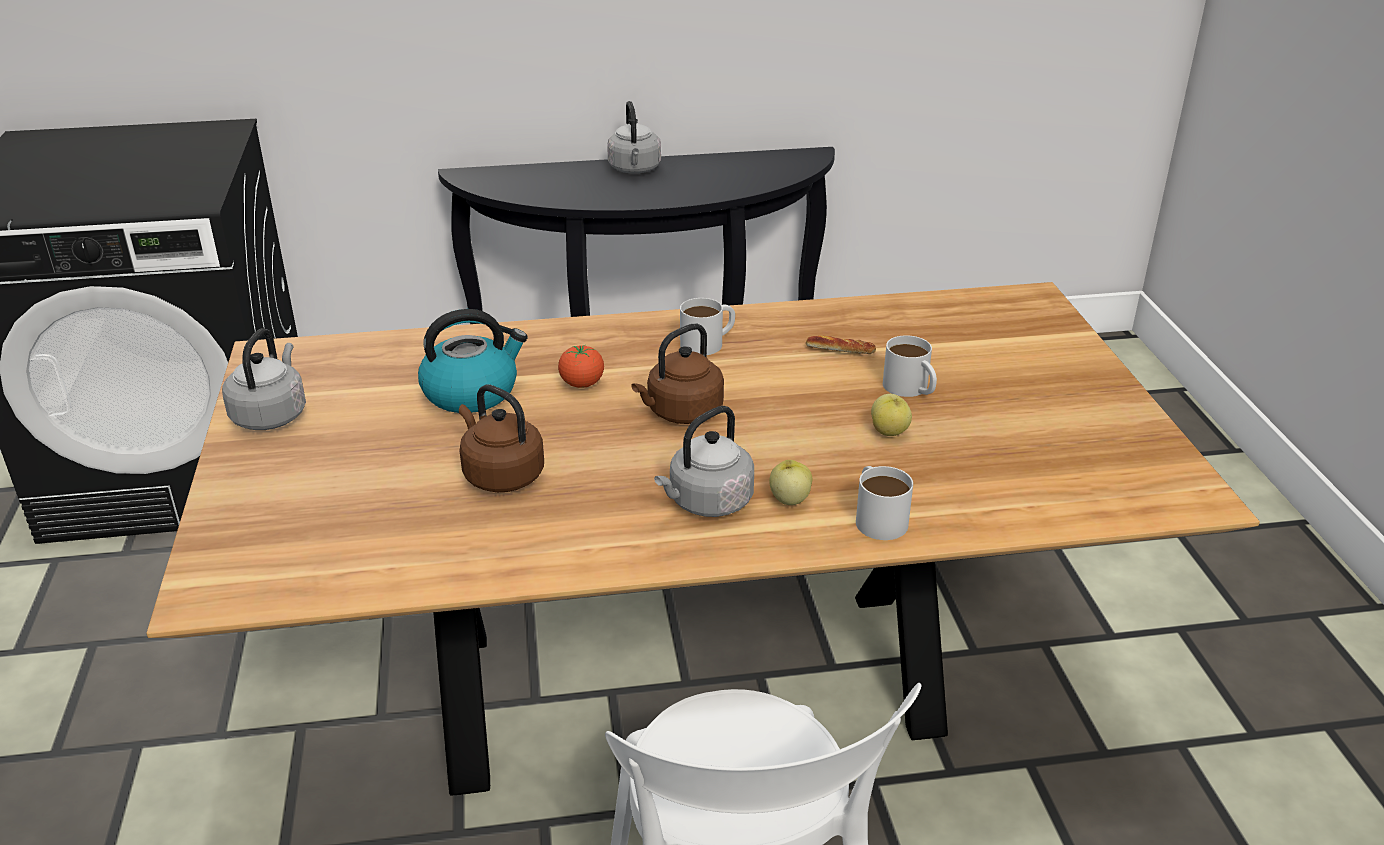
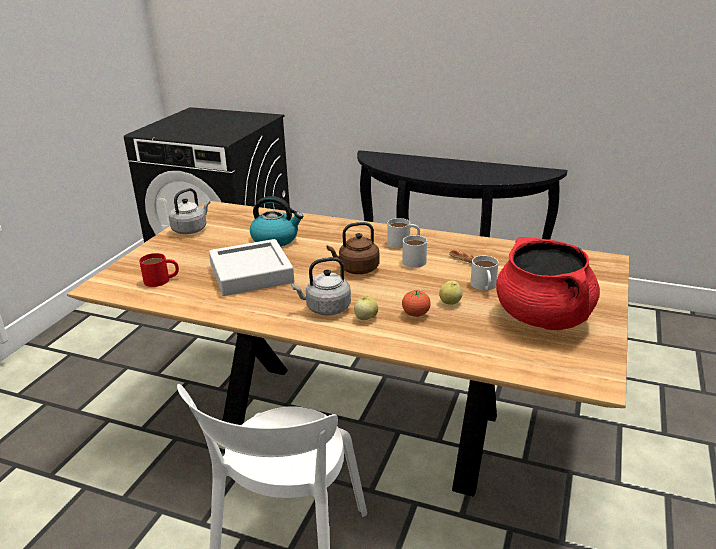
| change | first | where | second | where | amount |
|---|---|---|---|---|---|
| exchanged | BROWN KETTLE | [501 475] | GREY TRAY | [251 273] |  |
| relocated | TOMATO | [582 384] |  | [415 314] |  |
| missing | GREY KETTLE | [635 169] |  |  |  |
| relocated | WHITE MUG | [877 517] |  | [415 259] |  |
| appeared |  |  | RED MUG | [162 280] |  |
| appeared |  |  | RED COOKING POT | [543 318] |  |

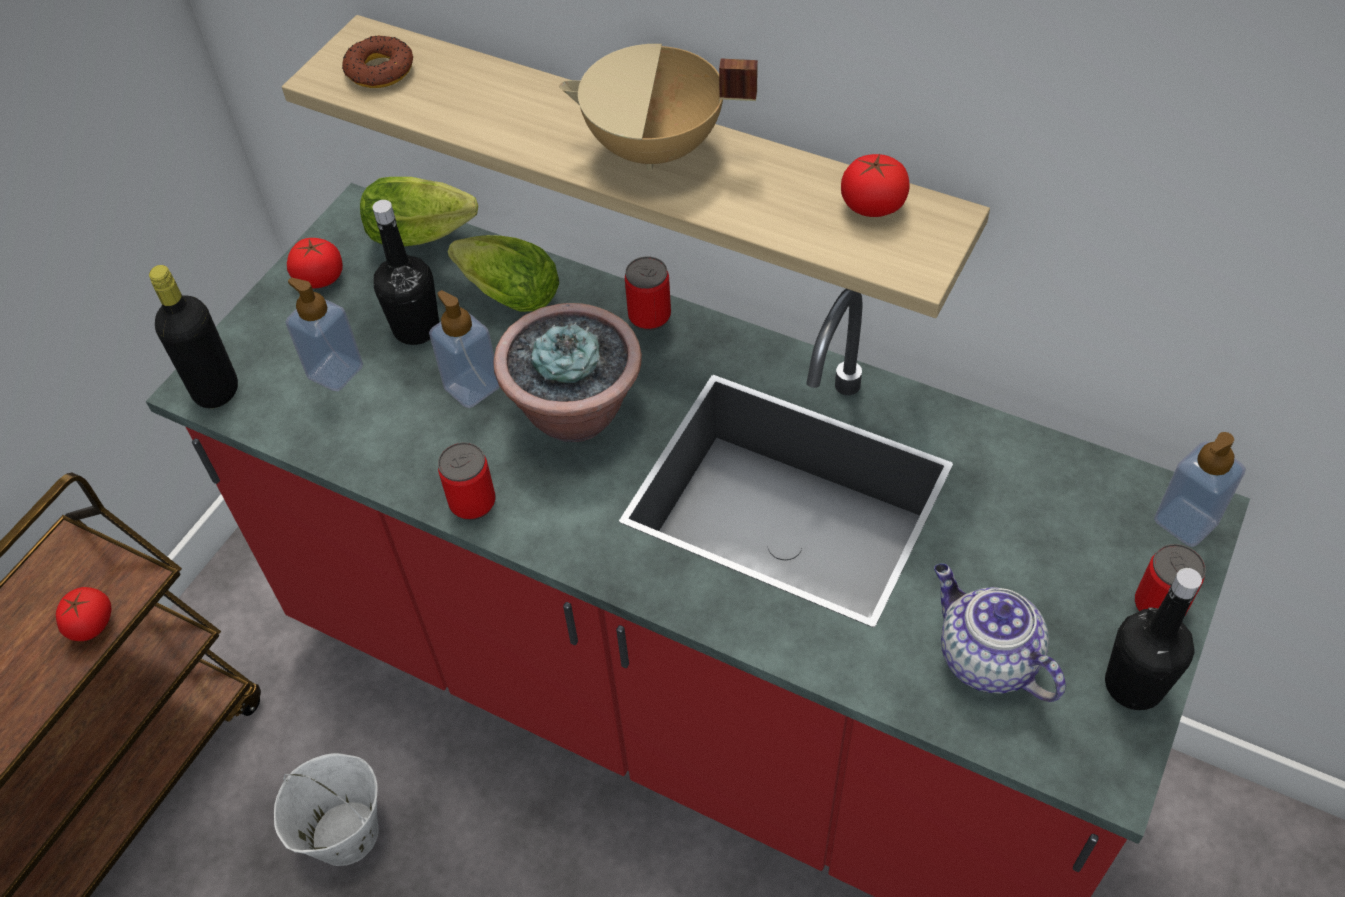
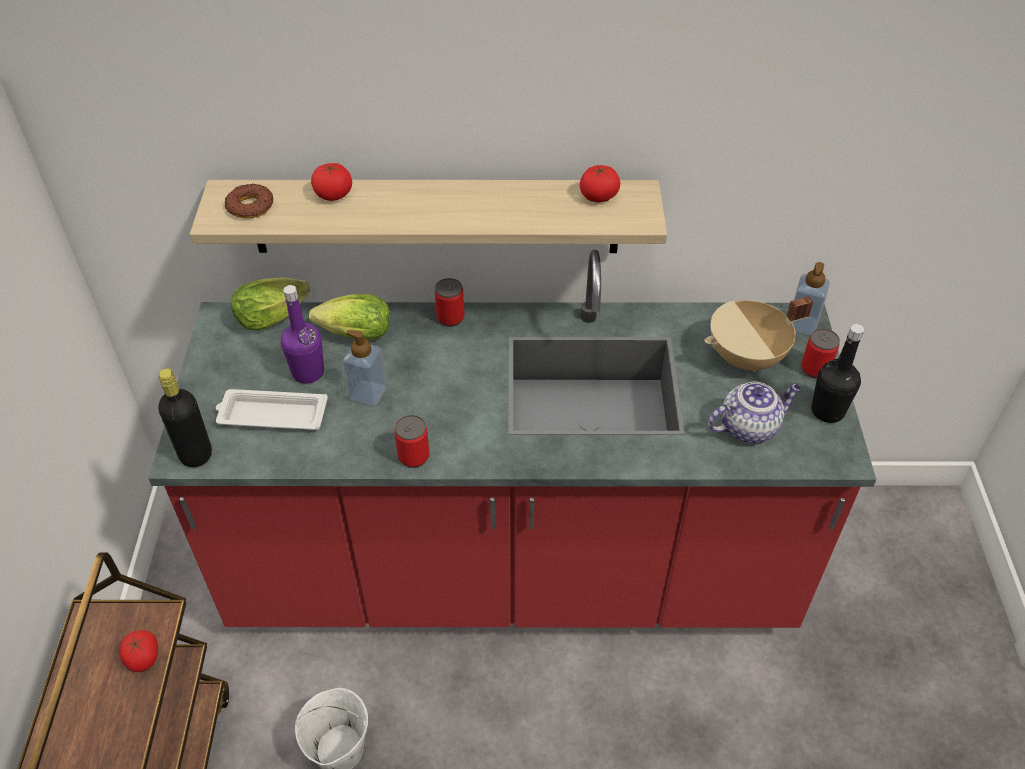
| change | first | where | second | where | amount |
|---|---|---|---|---|---|
| exchanged | SOAP DISPENSER | [335 372] | WHITE TRAY | [271 415] |  |
| relocated | TOMATO | [320 278] |  | [333 194] |  |
| colour | BLACK BOTTLE | [416 329] | PURPLE BOTTLE | [308 372] |  |
| missing | POTTED PLANT | [575 412] |  |  |  |
| relocated | BEIGE COOKING POT | [655 150] |  | [747 359] |  |
| spun | TEAPOT | [985 658] |  | [749 427] | 135 degrees clockwise |

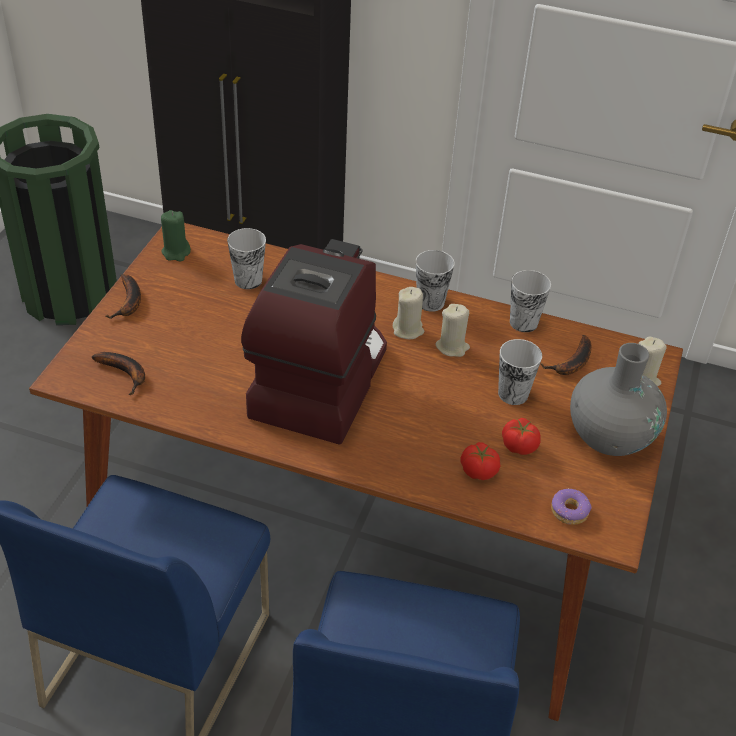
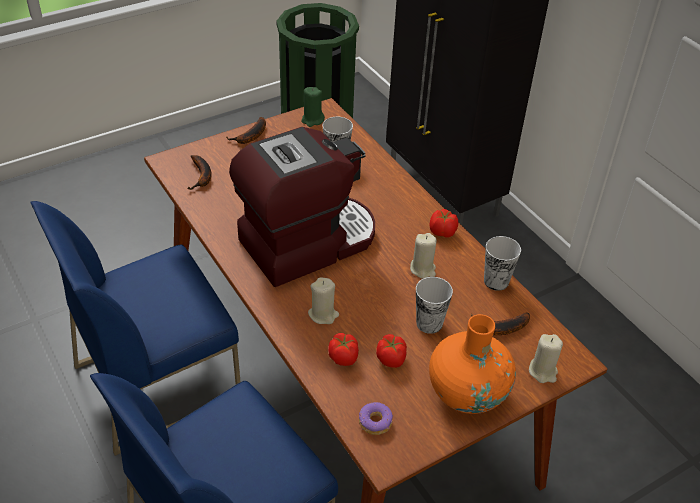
| change | first | where | second | where | amount |
|---|---|---|---|---|---|
| relocated | BEIGE CANDLE | [408 330] |  | [323 314] |  |
| exchanged | CUP | [430 302] | TOMATO | [443 232] |  |
| colour | GREY VASE | [609 436] | ORANGE VASE | [467 393] |  |

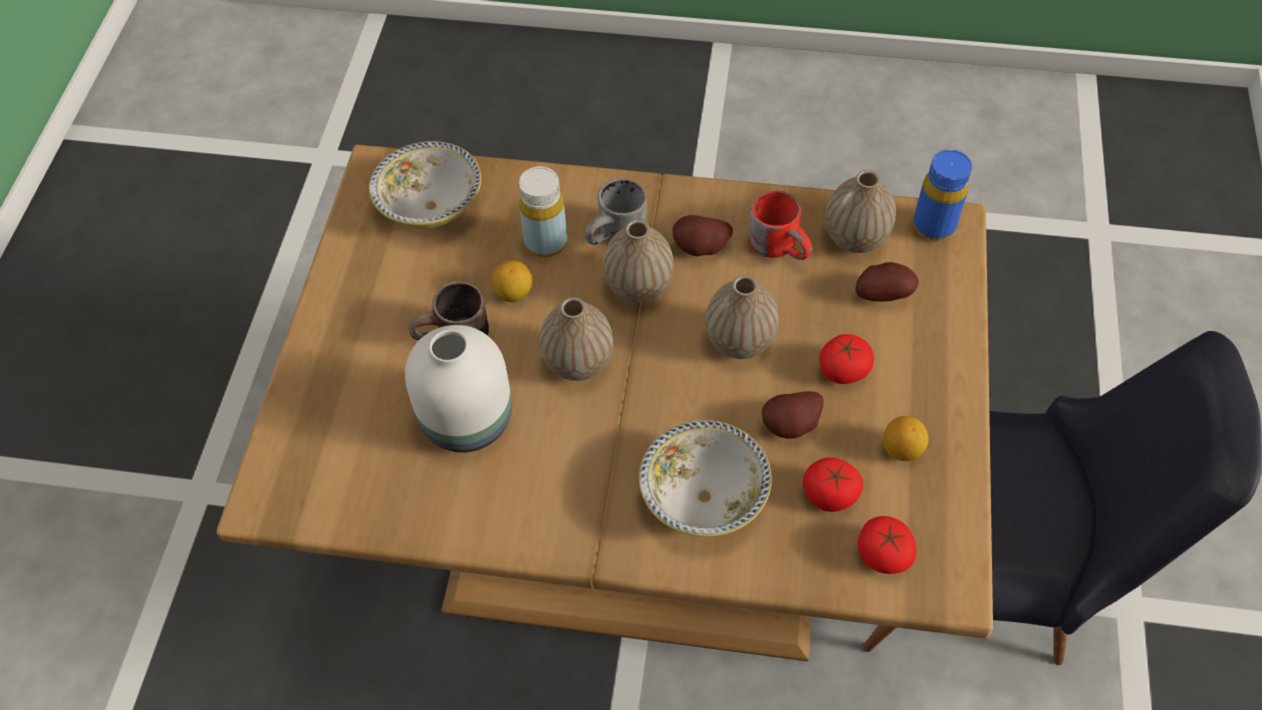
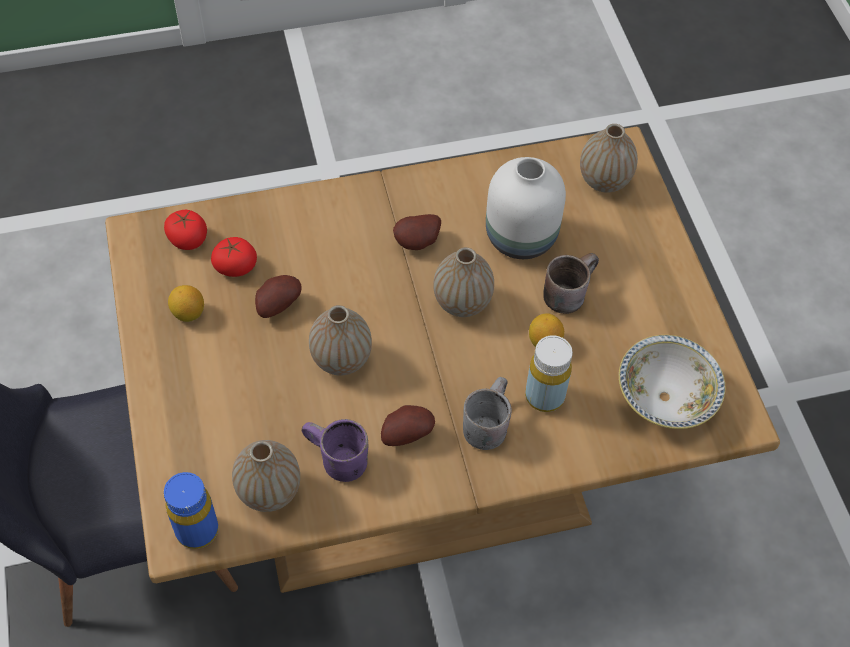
| change | first | where | second | where | amount |
|---|---|---|---|---|---|
| relocated | VASE | [638 287] |  | [604 181] |  |
| missing | BOWL | [703 496] |  |  |  |
| colour | RED MUG | [782 245] | PURPLE MUG | [334 461] |  |
| missing | TOMATO | [843 369] |  |  |  |
| relocated | POTATO | [882 293] |  | [418 243] |  |

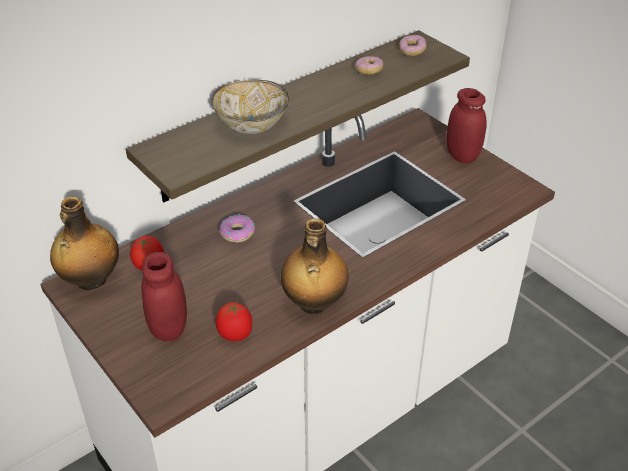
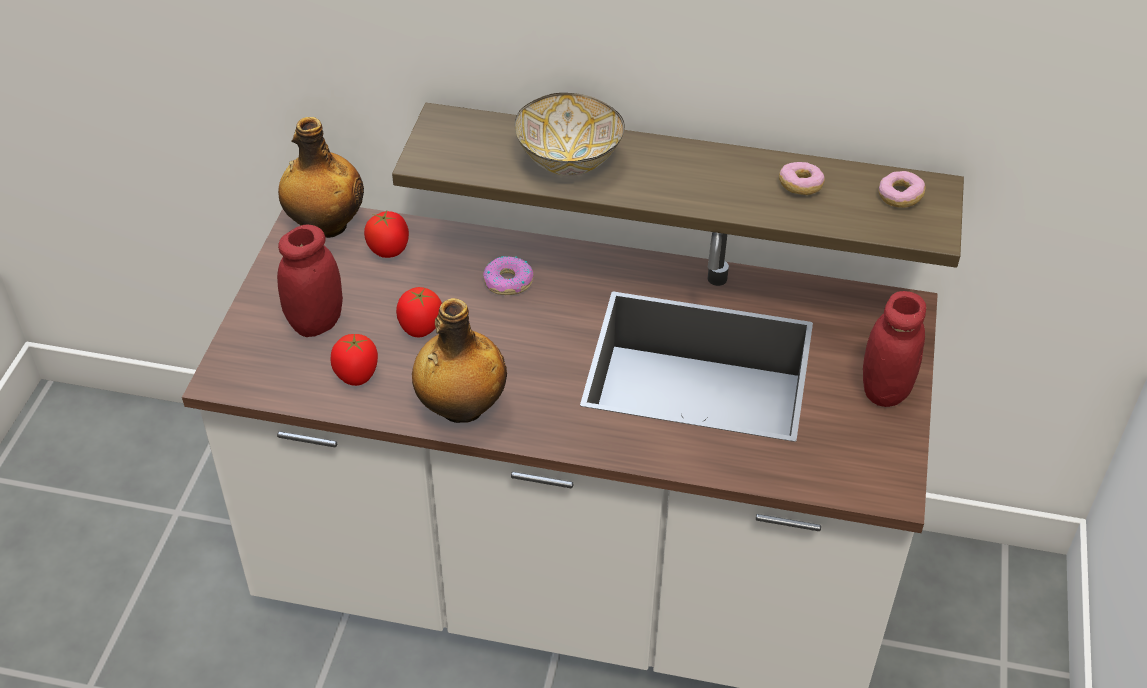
| change | first | where | second | where | amount |
|---|---|---|---|---|---|
| appeared |  |  | TOMATO | [420 328] |  |

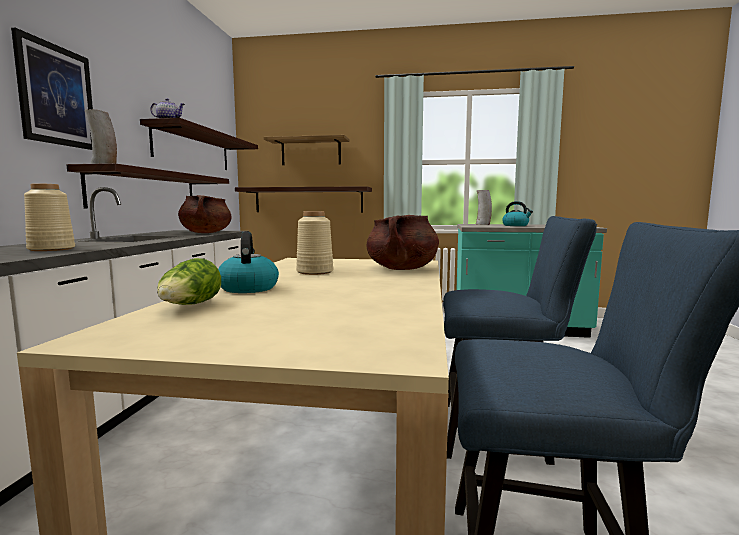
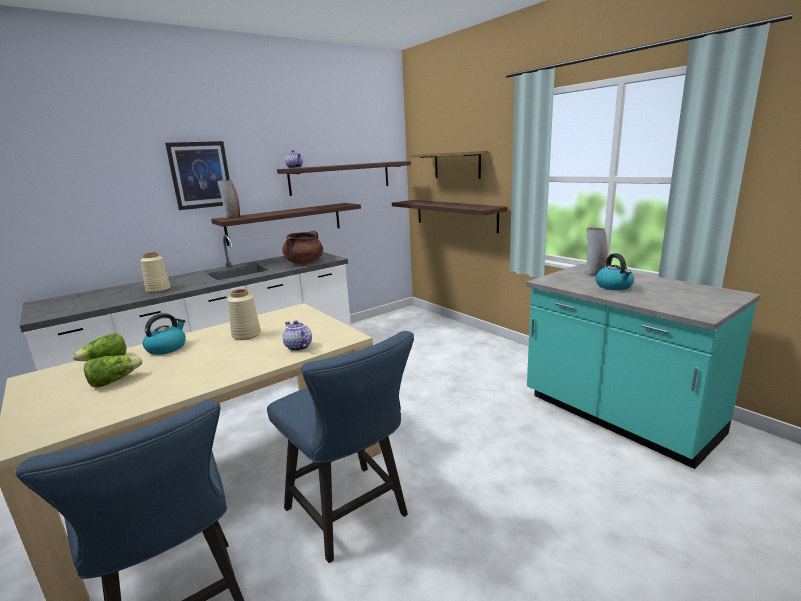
| change | first | where | second | where | amount |
|---|---|---|---|---|---|
| exchanged | BROWN COOKING POT | [402 269] | TEAPOT | [297 347] |  |
| appeared |  |  | LETTUCE | [114 381] |  |

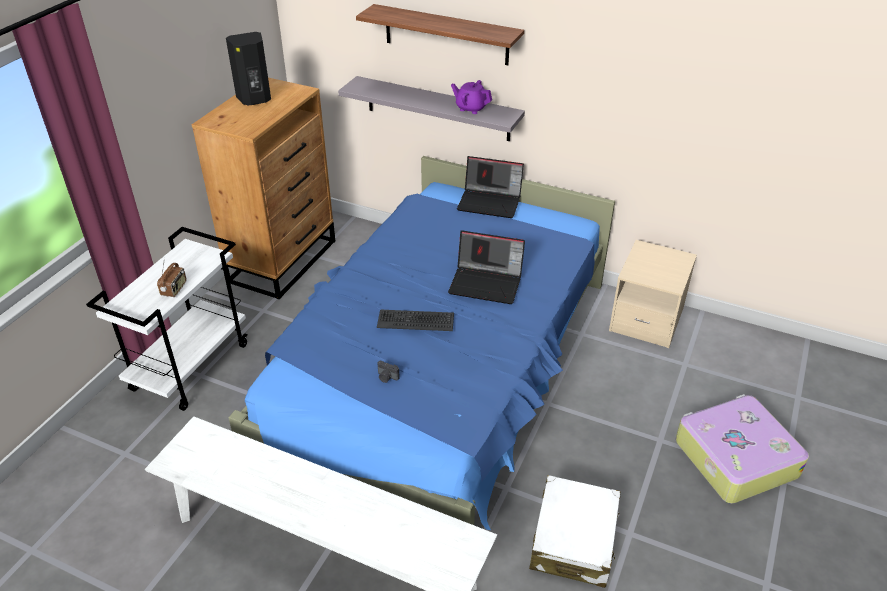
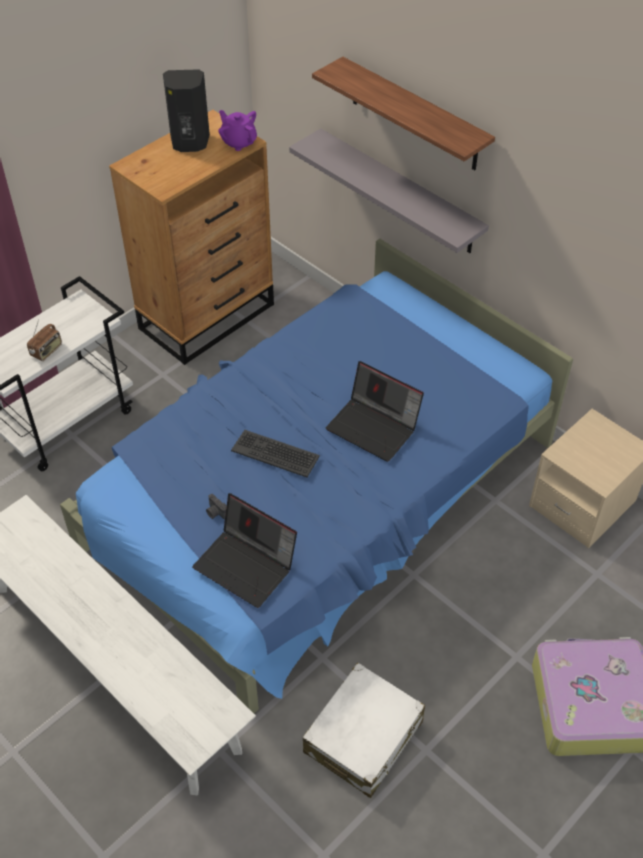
| change | first | where | second | where | amount |
|---|---|---|---|---|---|
| relocated | PURPLE TEAPOT | [471 108] |  | [238 142] |  |
| relocated | LAPTOP | [490 202] |  | [247 565] |  |

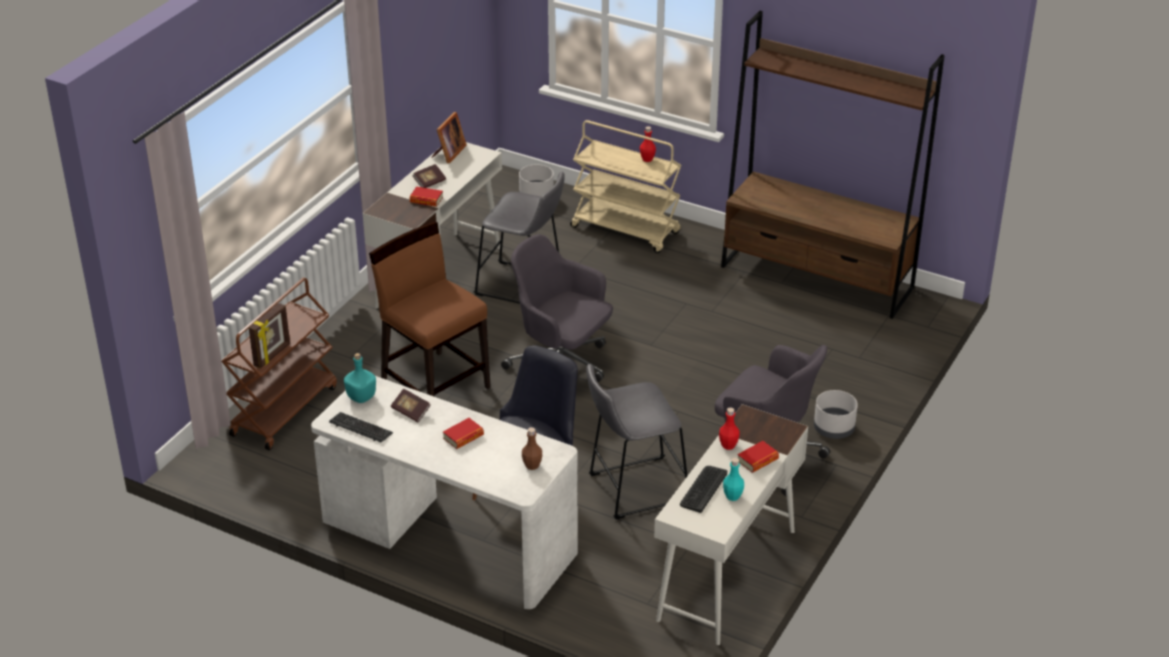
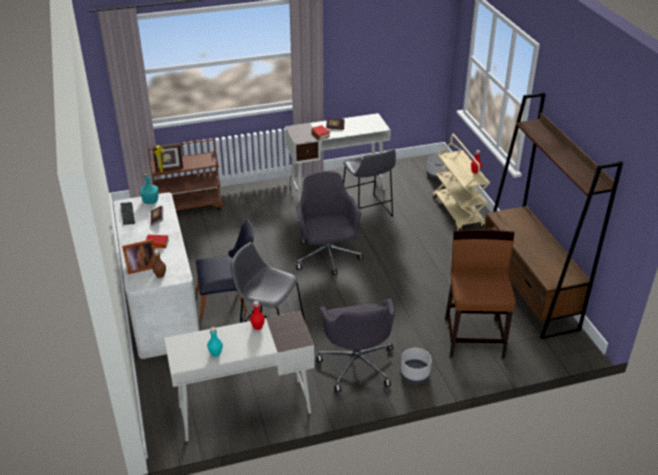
| change | first | where | second | where | amount |
|---|---|---|---|---|---|
| relocated | BROWN CHAIR | [435 384] |  | [474 337] |  |
| relocated | PICTURE FRAME | [448 153] |  | [140 267] |  |
| missing | KEYBOARD | [703 489] |  |  |  |
| missing | BOOK | [757 460] |  |  |  |

